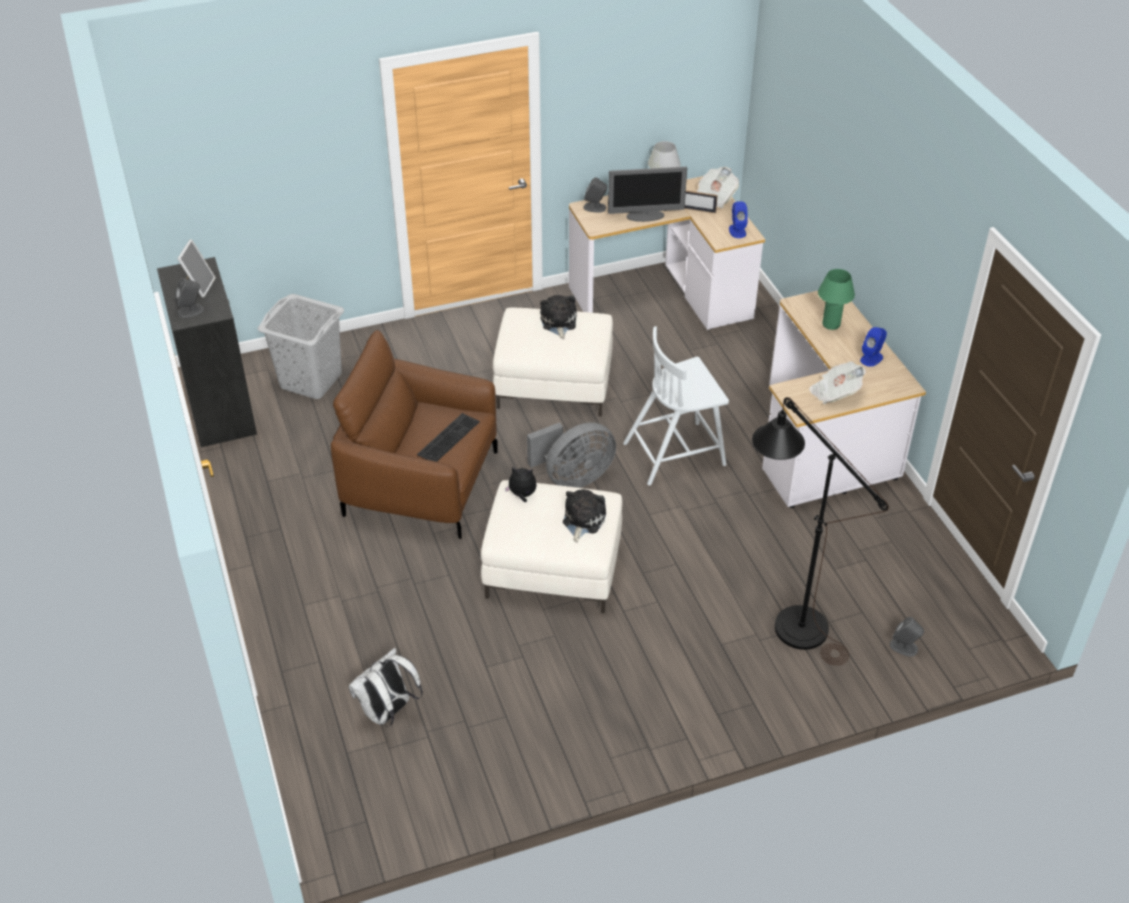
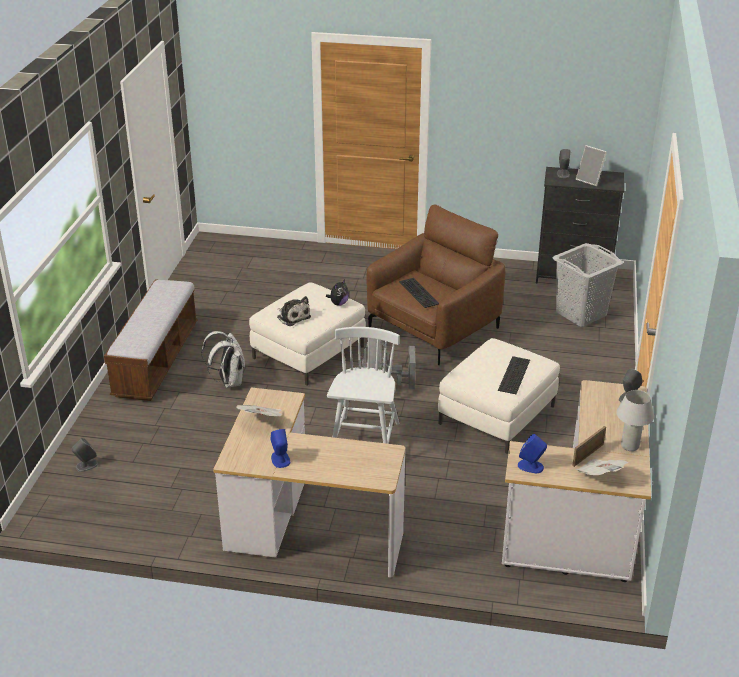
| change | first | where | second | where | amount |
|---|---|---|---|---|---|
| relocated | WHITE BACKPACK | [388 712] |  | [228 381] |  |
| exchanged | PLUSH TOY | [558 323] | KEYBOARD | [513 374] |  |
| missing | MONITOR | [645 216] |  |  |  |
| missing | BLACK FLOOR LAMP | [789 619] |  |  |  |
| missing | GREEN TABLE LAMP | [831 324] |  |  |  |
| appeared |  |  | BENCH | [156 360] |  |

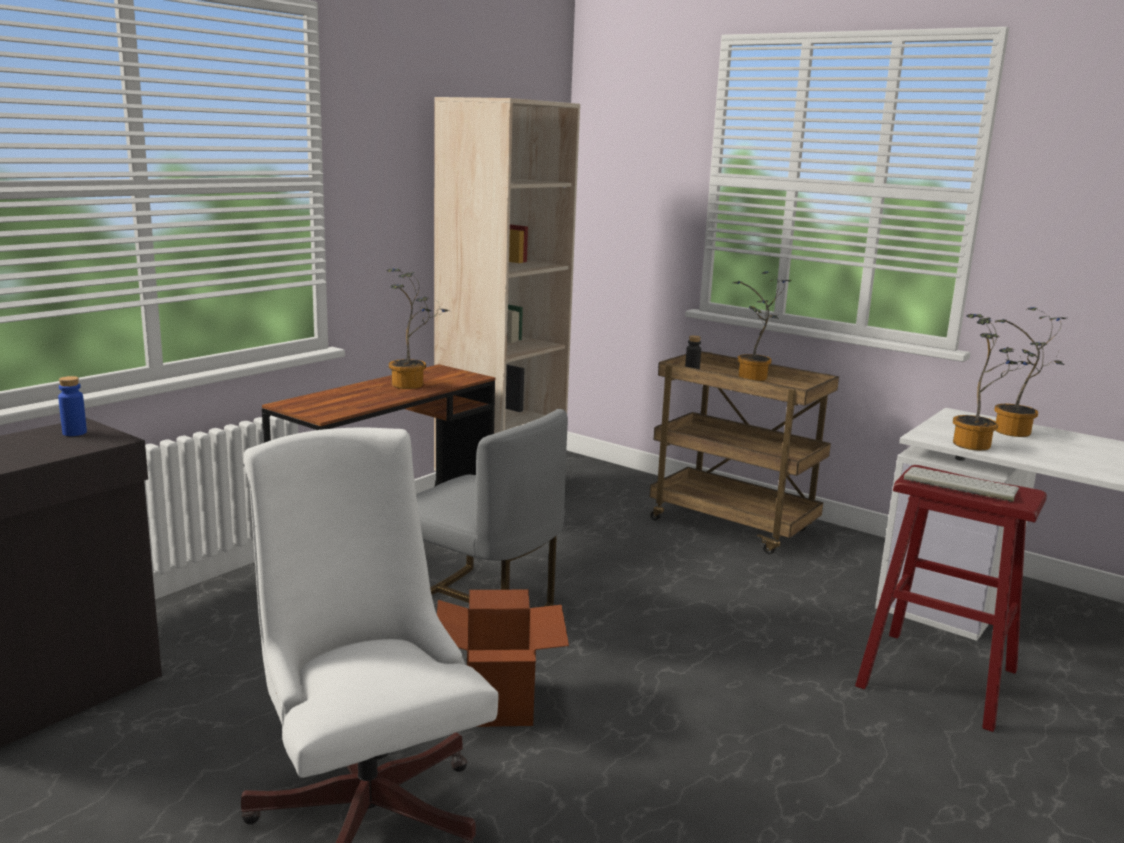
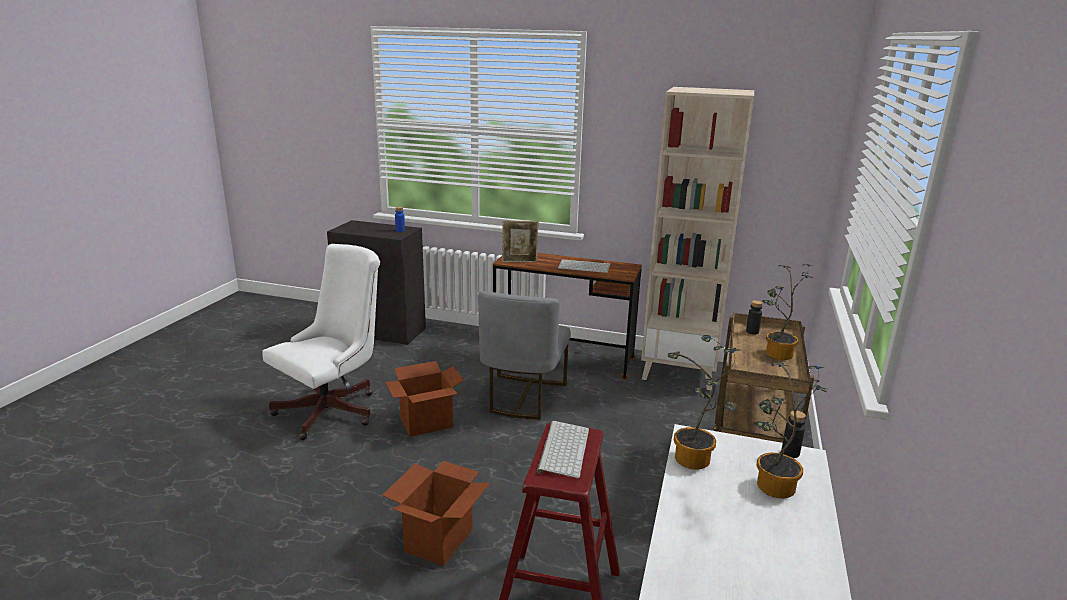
| change | first | where | second | where | amount |
|---|---|---|---|---|---|
| exchanged | POTTED PLANT | [412 385] | KEYBOARD | [585 267] |  |
| appeared |  |  | CARDBOARD BOX | [439 540] |  |
| appeared |  |  | PICTURE FRAME | [519 261] |  |
| appeared |  |  | BLACK BOTTLE | [790 453] |  |

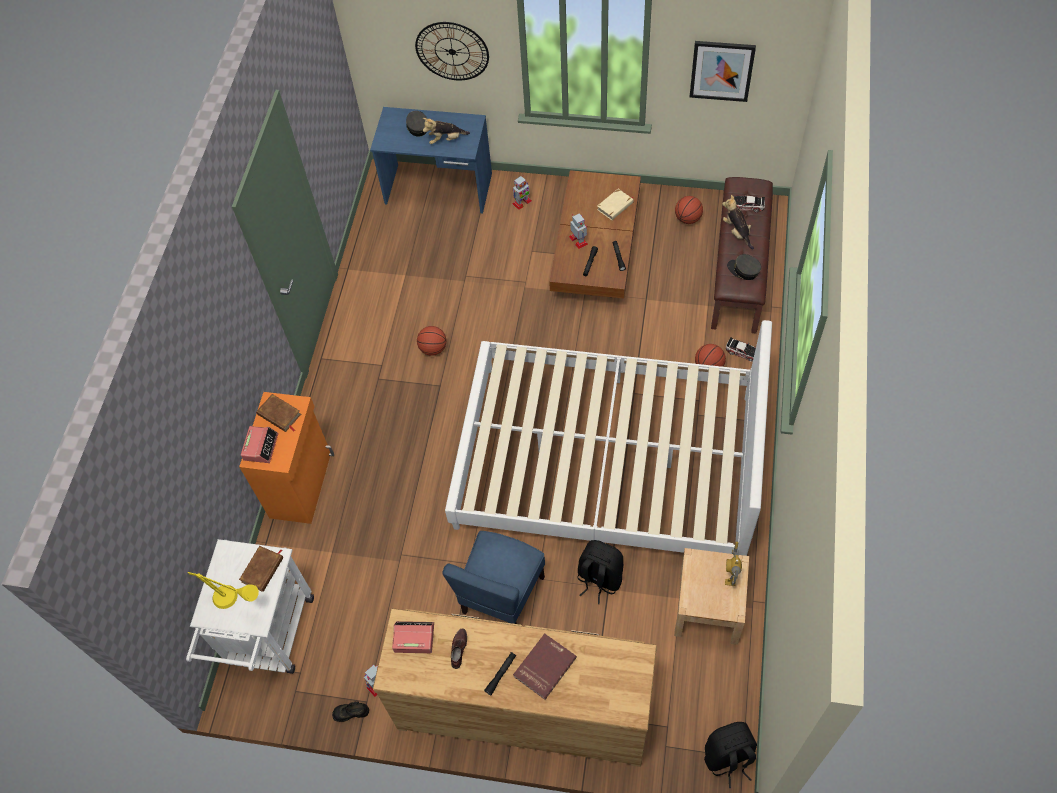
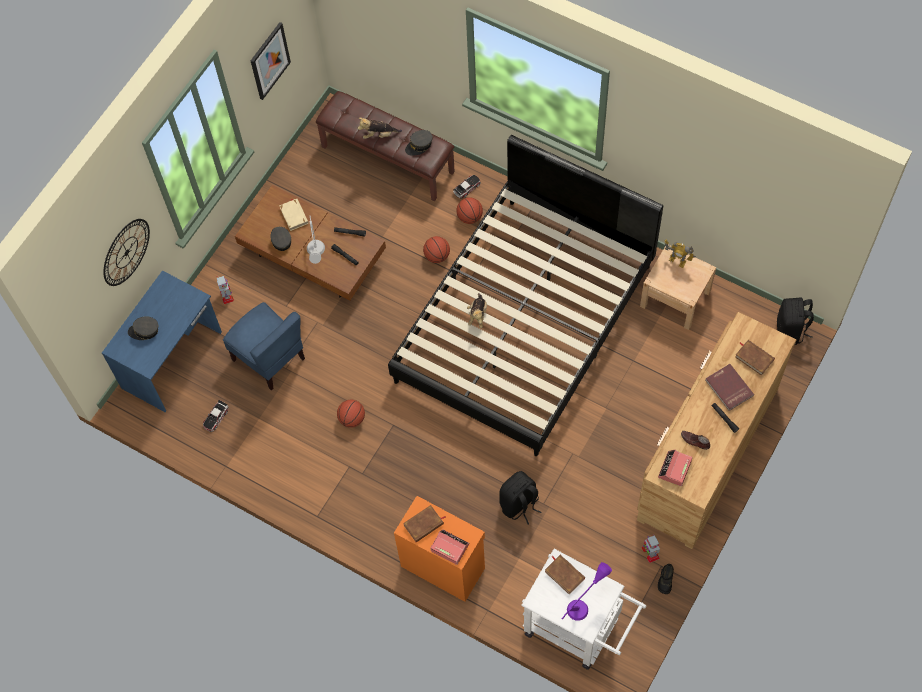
| change | first | where | second | where | amount |
|---|---|---|---|---|---|
| colour | YELLOW TABLE LAMP | [236 601] | PURPLE TABLE LAMP | [585 602] |  |
| relocated | PLUSH TOY | [446 139] |  | [478 315] |  |
| relocated | BLUE CHAIR | [501 595] |  | [270 358] |  |
| colour | WHITE BED | [606 463] | BLACK BED | [525 322] |  |
| exchanged | TOY ROBOT | [578 240] | GREY TABLE LAMP | [316 256] |  |
| relocated | BLACK BACKPACK | [599 579] |  | [519 504] |  |
| relocated | BASKETBALL | [687 218] |  | [437 256] |  |
| relocated | TOY CAR | [747 205] |  | [216 417] |  |
| appeared |  |  | GREY CAP | [281 240] |  |
| appeared |  |  | BROWN BOOK | [754 358] |  |

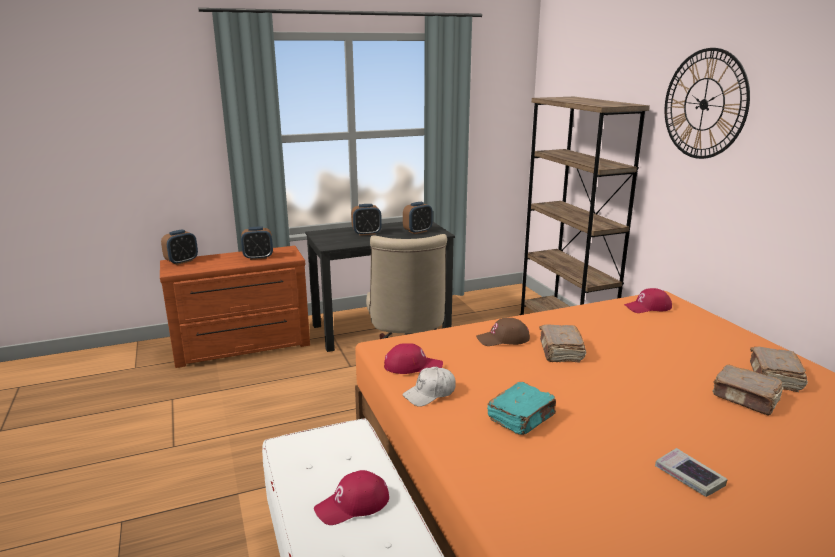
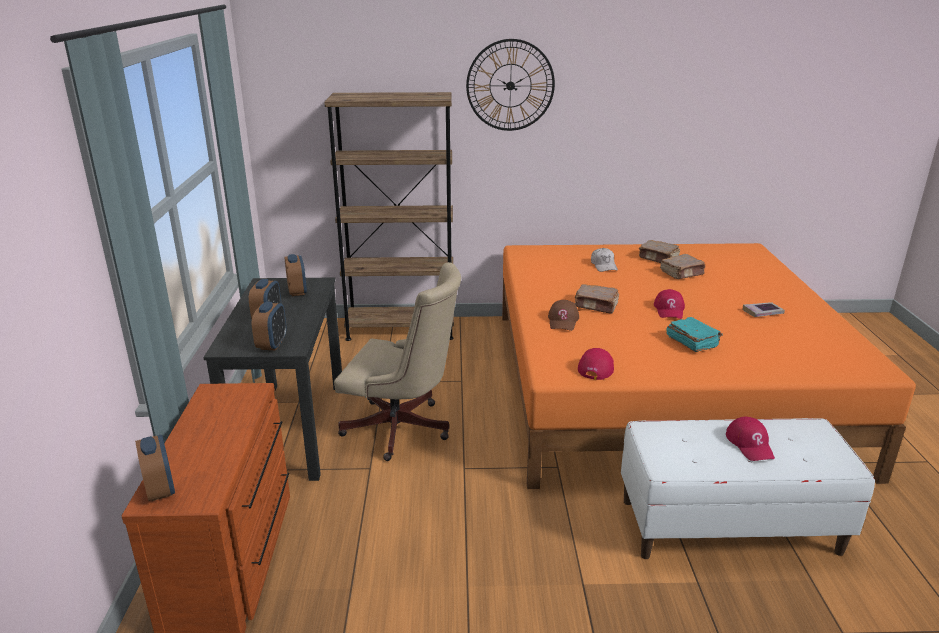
| change | first | where | second | where | amount |
|---|---|---|---|---|---|
| relocated | ALARM CLOCK | [258 257] |  | [272 344] |  |
| relocated | WHITE CAP | [430 394] |  | [603 265] |  |
| relocated | RED CAP | [647 307] |  | [669 310] |  |

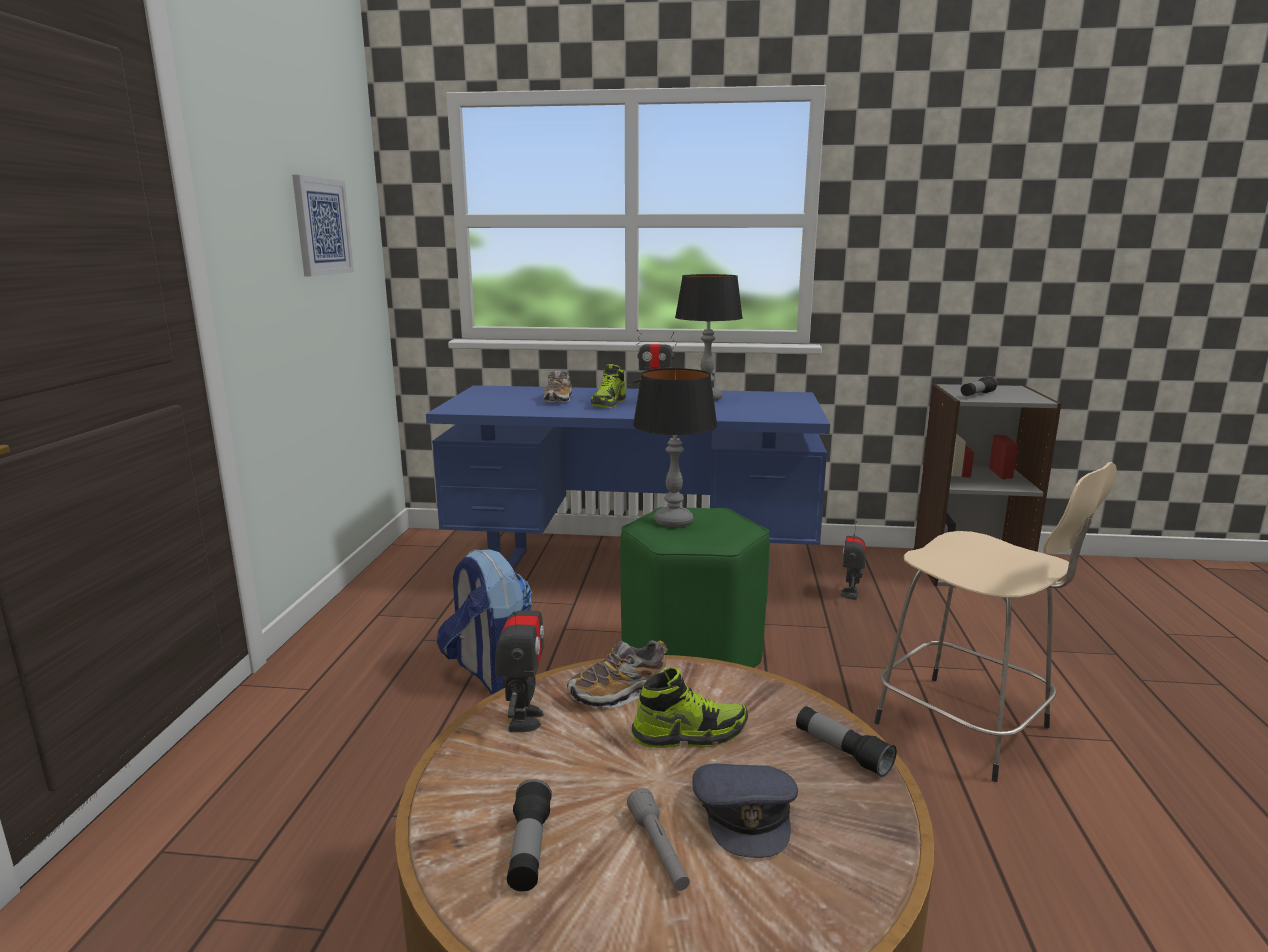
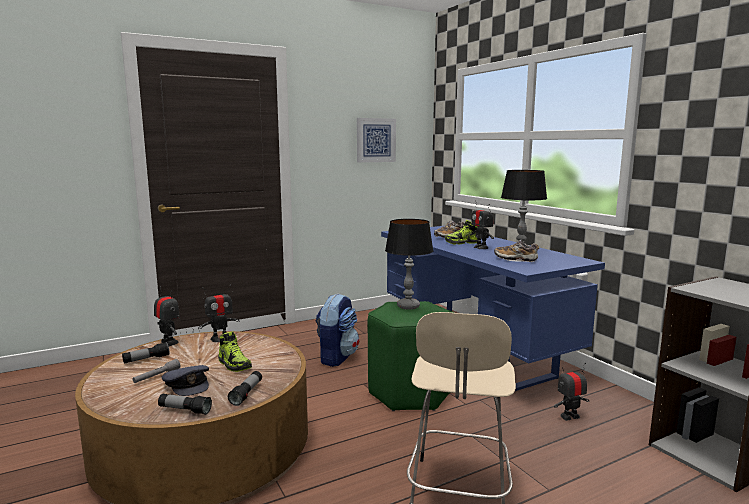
| change | first | where | second | where | amount |
|---|---|---|---|---|---|
| relocated | SHOE | [619 692] |  | [515 259] |  |
| spun | GREY CAP | [745 813] |  | [187 385] | 90 degrees counterclockwise |
| relocated | FLASHLIGHT | [977 394] |  | [185 410] |  |
| appeared |  |  | TOY ROBOT | [169 342] |  |

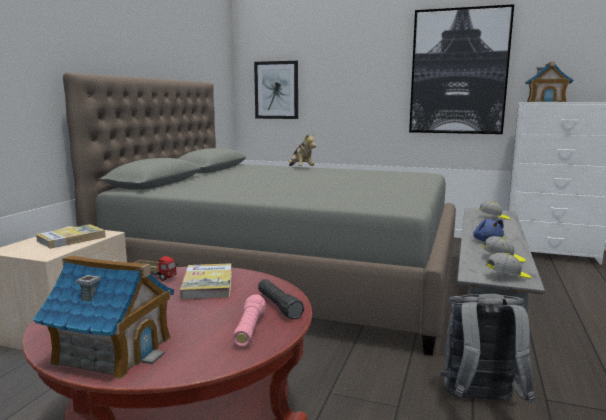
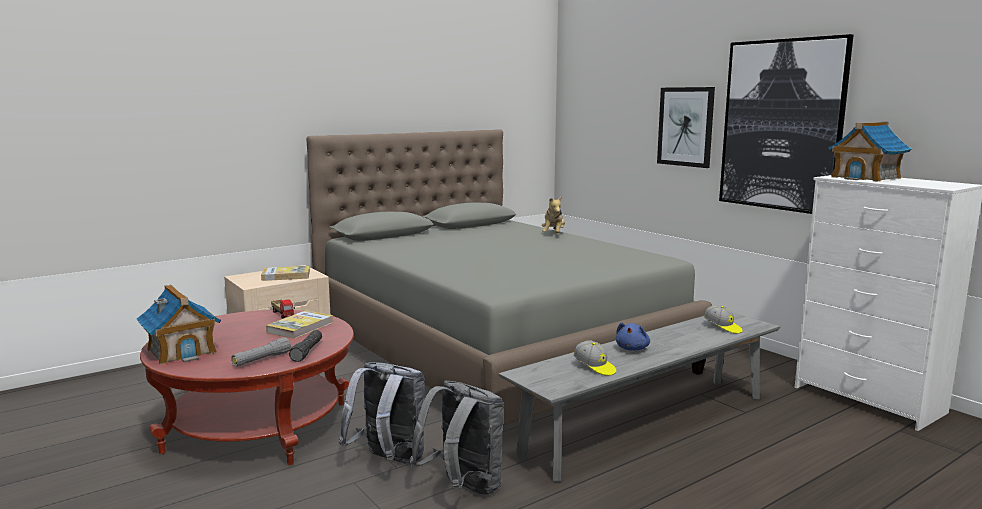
| change | first | where | second | where | amount |
|---|---|---|---|---|---|
| colour | PINK FLASHLIGHT | [249 329] | GREY FLASHLIGHT | [261 360] |  |
| relocated | PICTURE | [276 90] |  | [685 126] |  |
| missing | CAP | [508 277] |  |  |  |
| appeared |  |  | GREY BACKPACK | [388 461] |  |

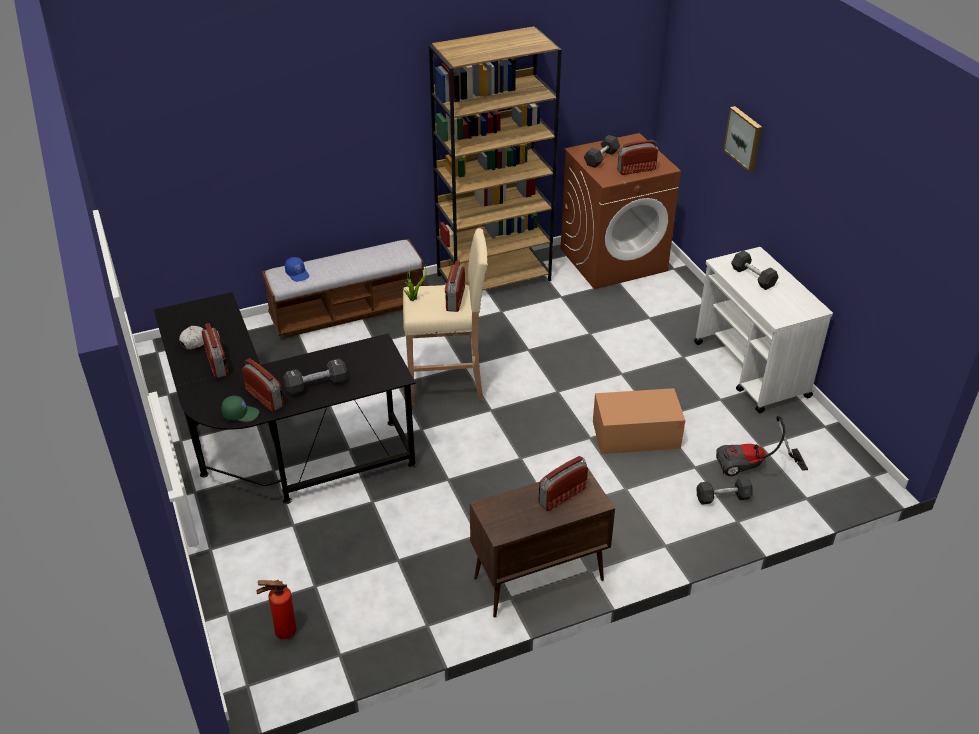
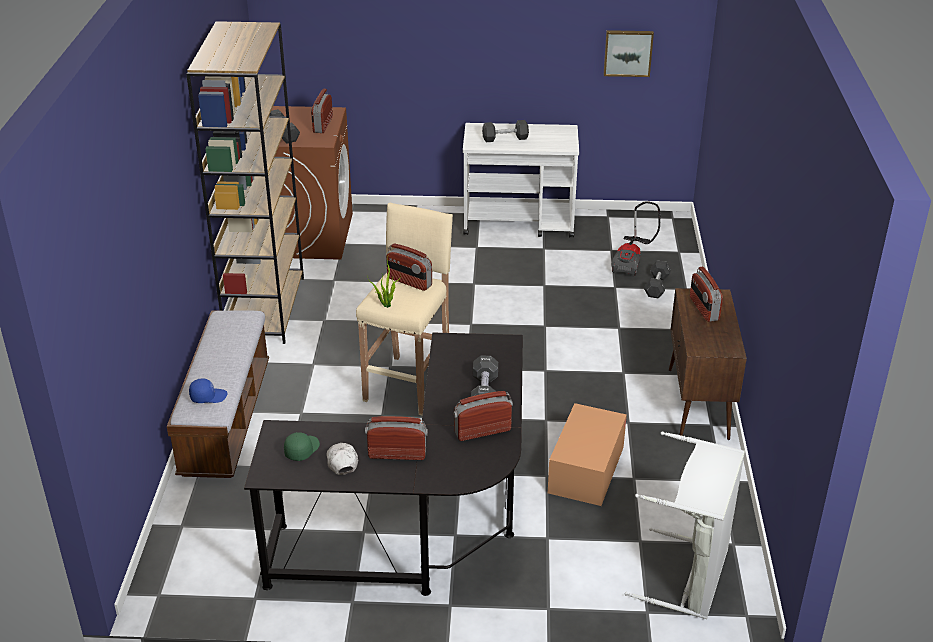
| change | first | where | second | where | amount |
|---|---|---|---|---|---|
| relocated | GREEN CAP | [241 414] |  | [301 450] |  |
| exchanged | FIRE EXTINGUISHER | [282 632] | GREY LAUNDRY BASKET | [690 577] |  |
| relocated | CARDBOARD BOX | [636 435] |  | [586 469] |  |
| relocated | PICTURE | [744 138] |  | [628 52] |  |

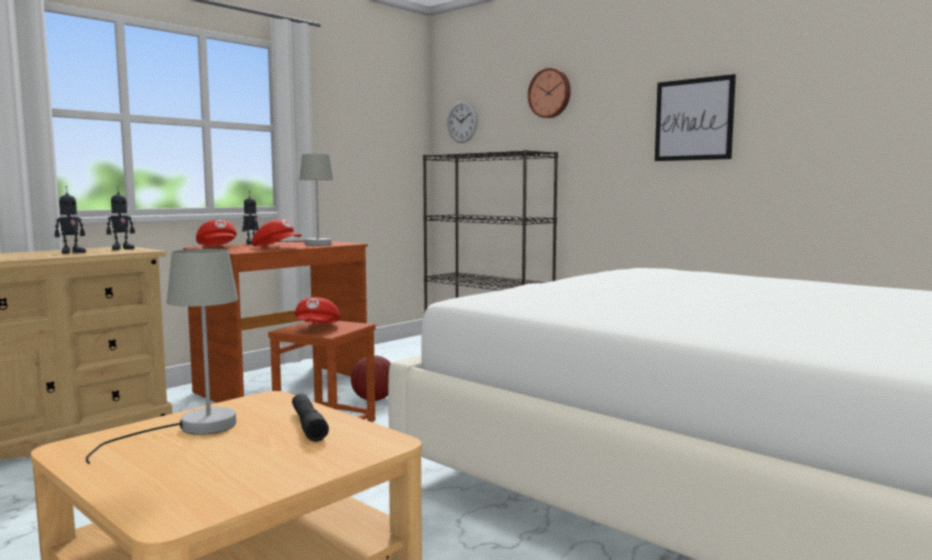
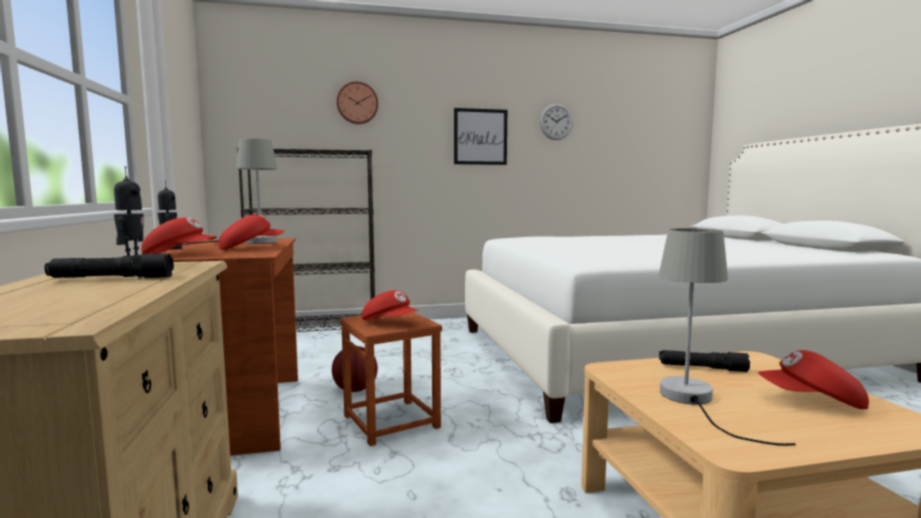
| change | first | where | second | where | amount |
|---|---|---|---|---|---|
| exchanged | TOY ROBOT | [71 252] | BLACK FLASHLIGHT | [112 278] |  |
| relocated | WALL CLOCK | [462 122] |  | [556 121] |  |
| appeared |  |  | RED CAP | [812 402] |  |

